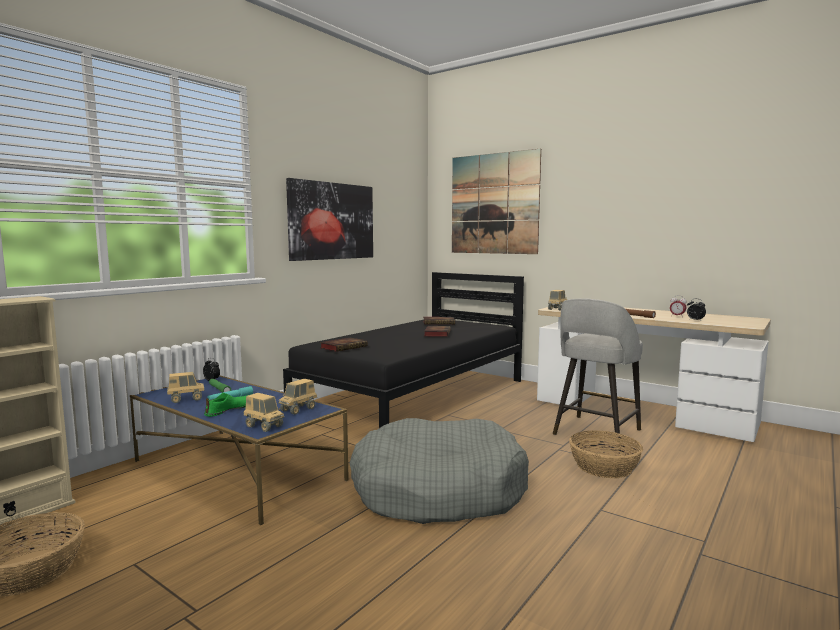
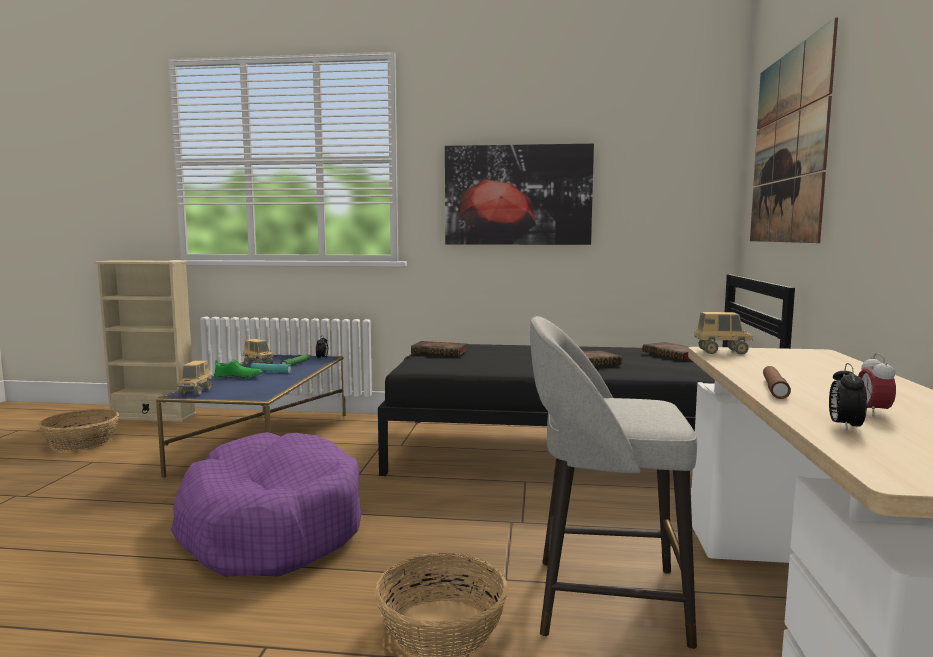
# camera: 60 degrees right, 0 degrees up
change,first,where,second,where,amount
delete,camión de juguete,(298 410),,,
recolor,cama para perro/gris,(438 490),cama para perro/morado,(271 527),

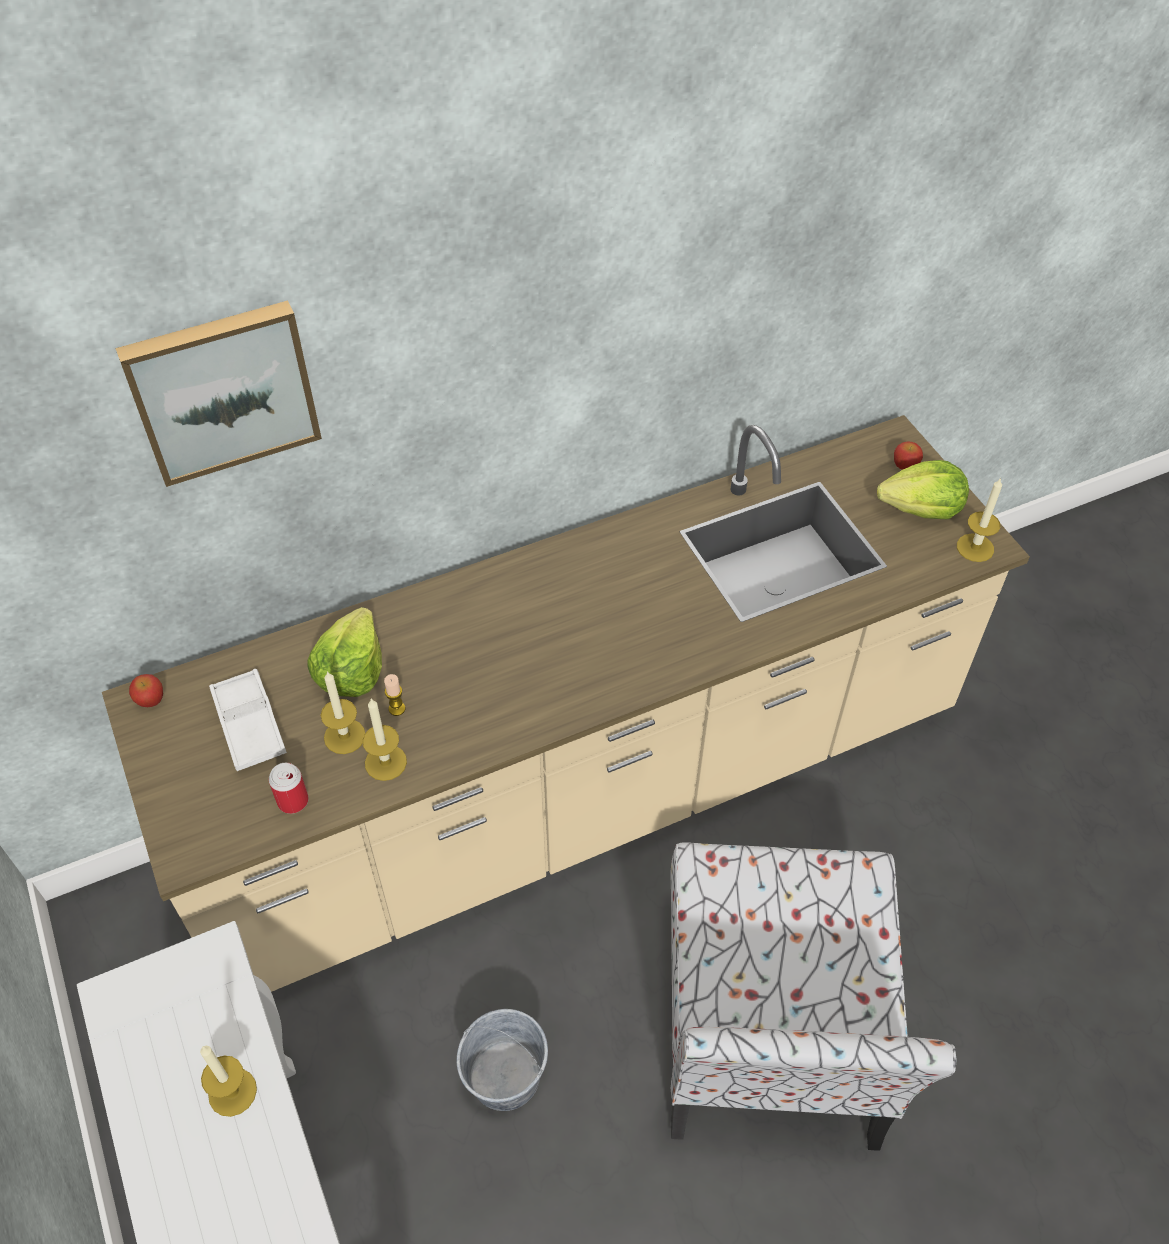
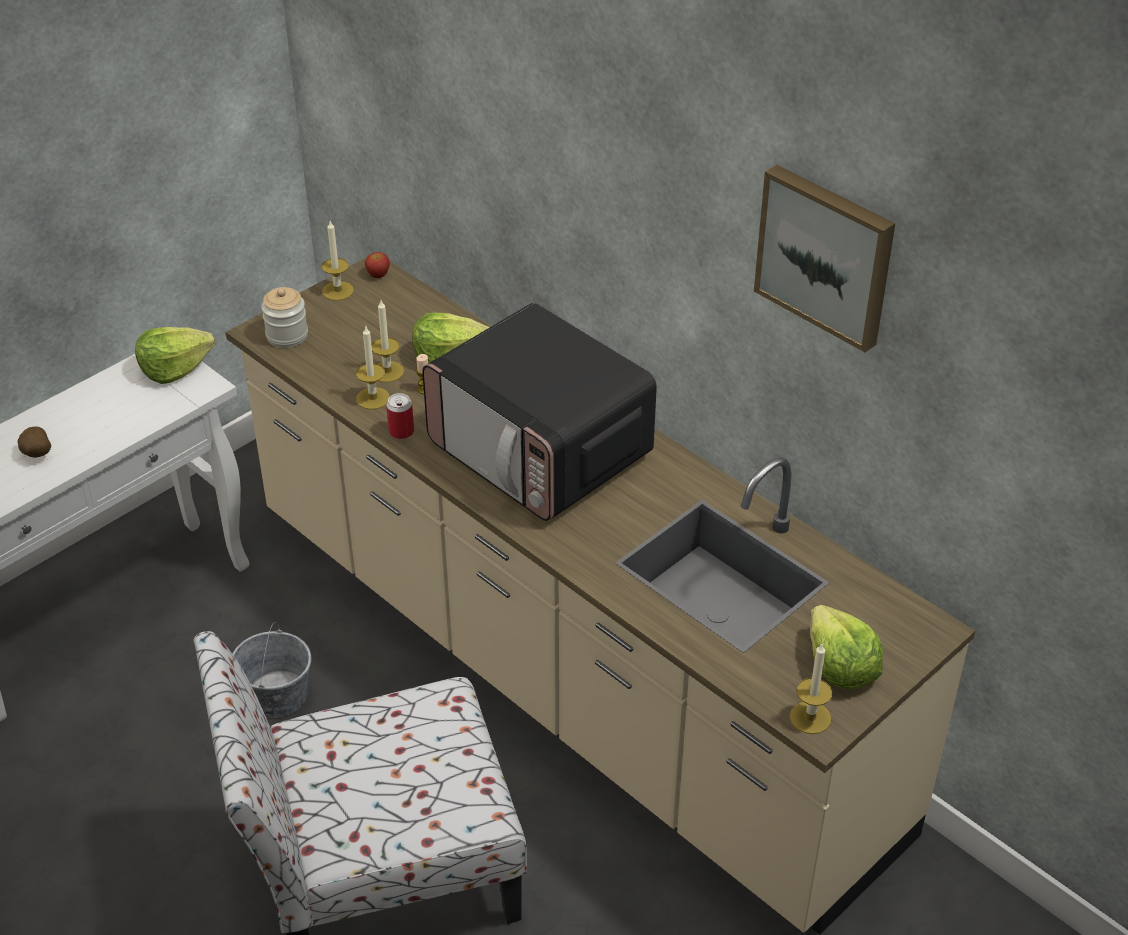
# camera: 70 degrees right, 10 degrees down
change,first,where,second,where,amount
delete,bandeja/blanco,(249 724),,,
delete,manzana,(905 465),,,
insert,,,patata,(37 455),
insert,,,lechuga,(174 368),
insert,,,tarro,(287 335),
insert,,,microondas,(541 452),
move,cuadro,(222 390),,(826 255),
move,vela,(232 1092),,(337 291),
move,lata,(293 801),,(401 432),

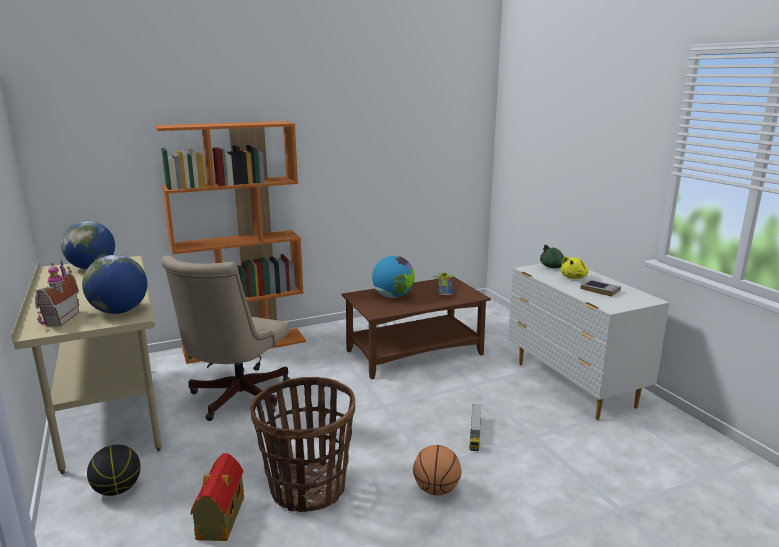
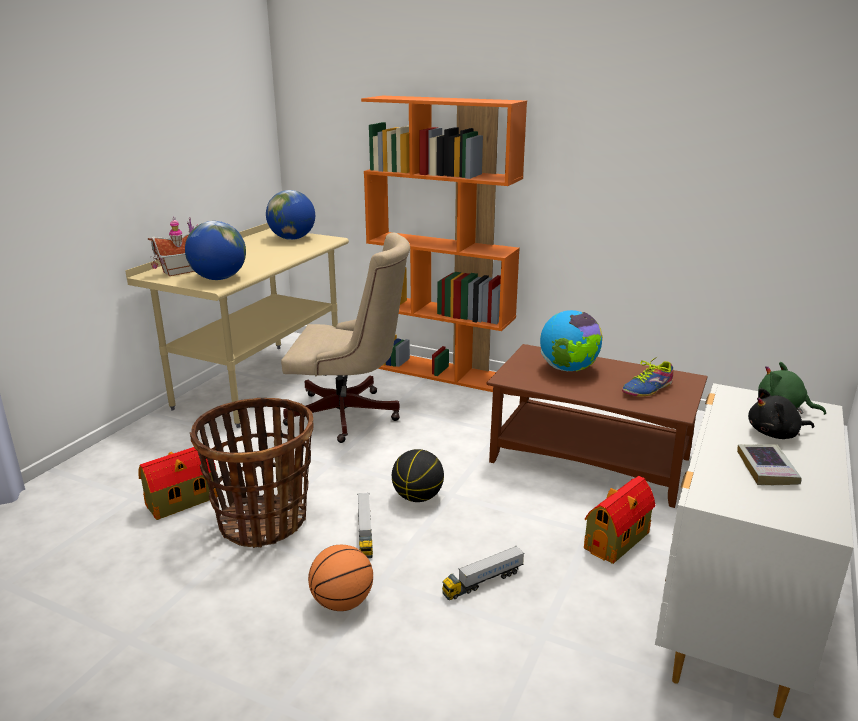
# camera: 50 degrees right, 5 degrees up
change,first,where,second,where,amount
insert,,,camión de juguete,(365 533),
insert,,,casita,(618 540),
move,balón de baloncesto,(117 490),,(417 497),
recolor,peluche/amarillo,(574 277),peluche/negro,(775 434),
rotate,silla de oficina/beis,(235 399),,(350 416),150 degrees counterclockwise

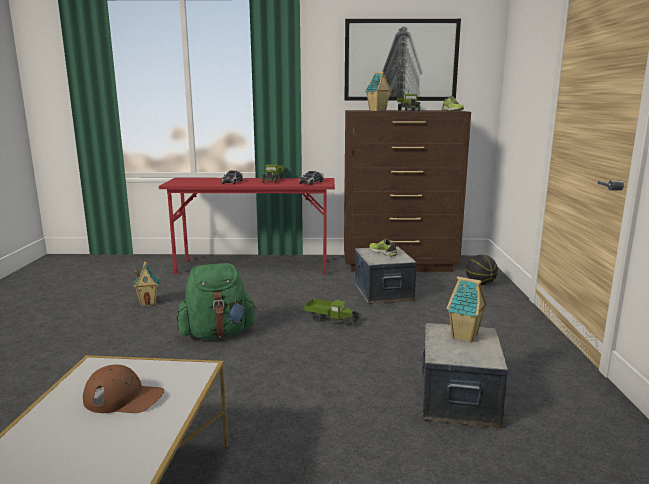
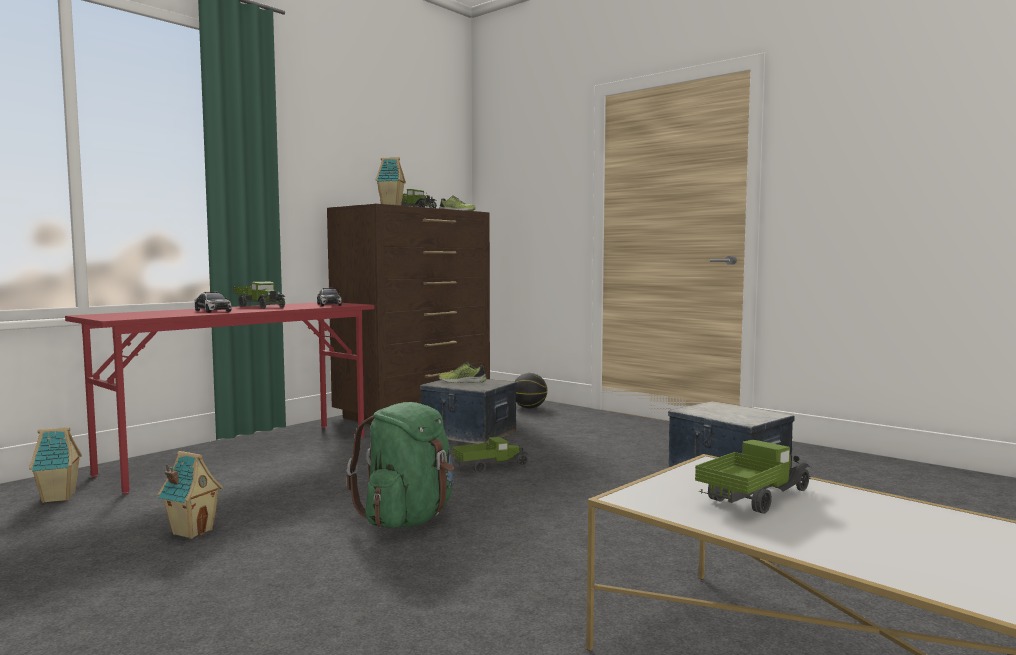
# camera: 50 degrees left, 10 degrees down
change,first,where,second,where,amount
delete,cuadro,(401 60),,,
move,casita,(465 336),,(59 498),
replace,gorra/marrón,(124 398),camión de juguete,(755 497),

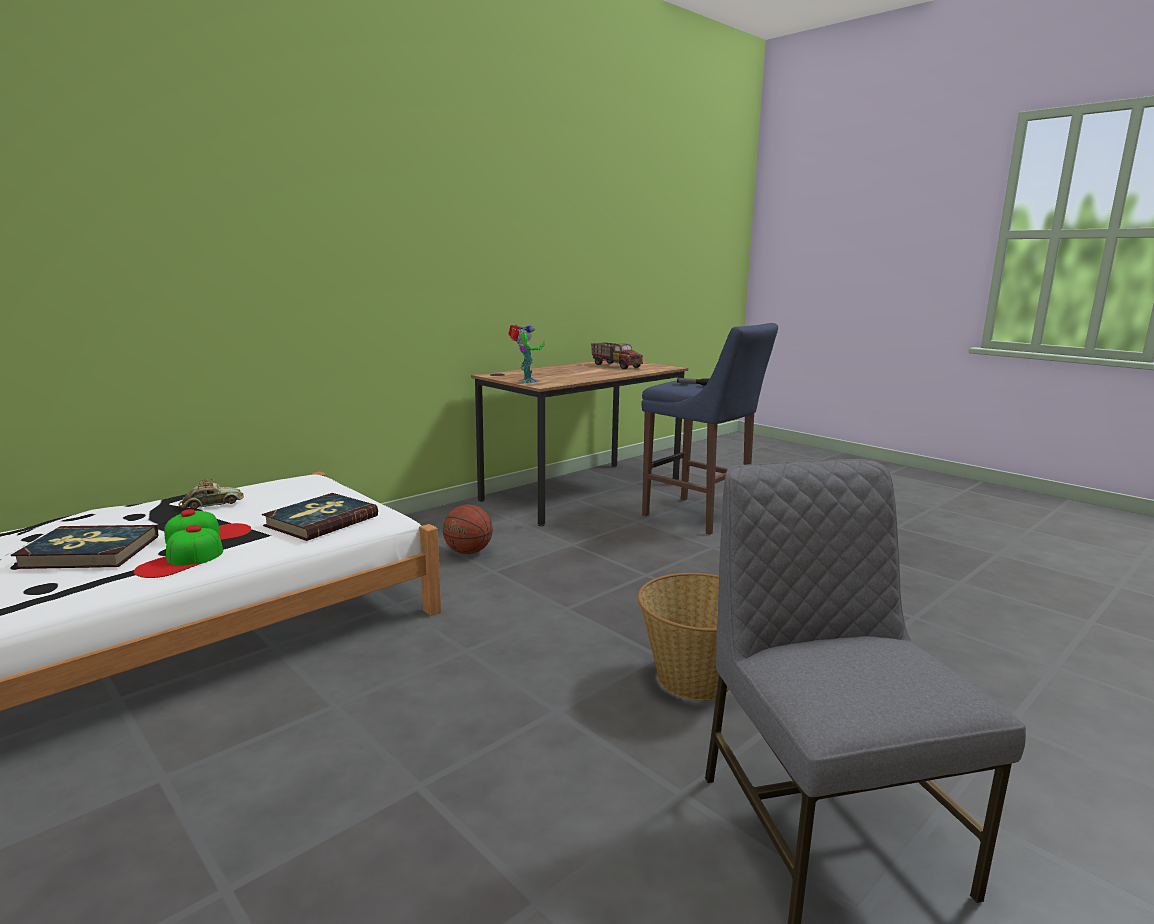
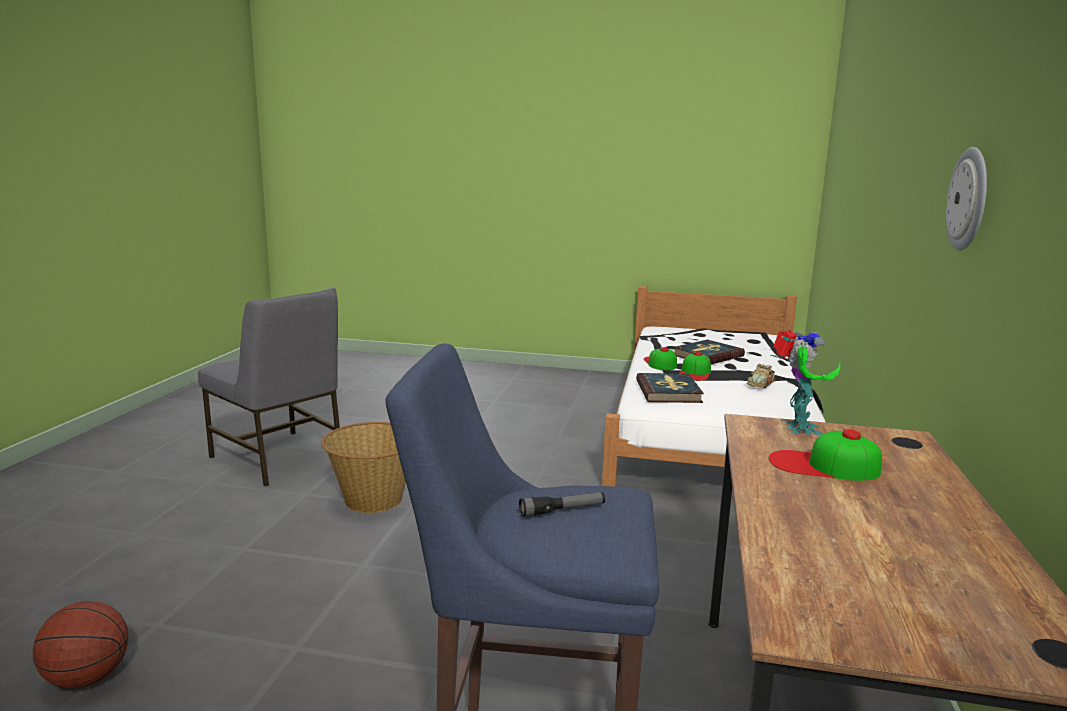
# camera: 145 degrees right, 0 degrees up
change,first,where,second,where,amount
delete,camión de juguete,(616 366),,,
insert,,,gorra,(823 465),
insert,,,reloj de pared,(969 199),
move,balón de baloncesto,(468 552),,(88 678),
rotate,robot de juguete,(527 381),,(798 429),120 degrees counterclockwise

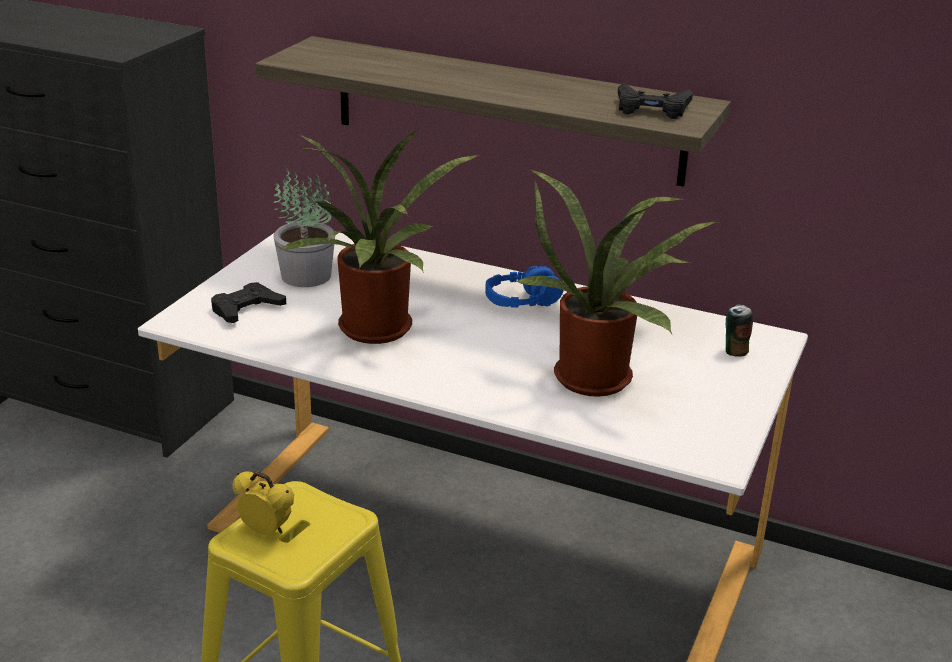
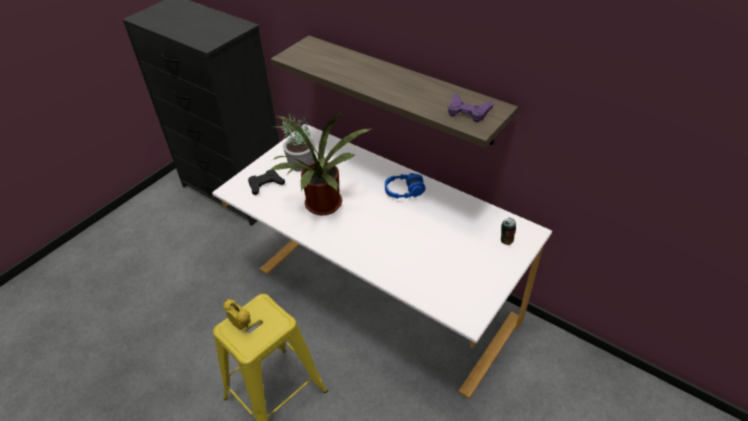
# camera: 15 degrees right, 15 degrees up
change,first,where,second,where,amount
delete,planta en maceta,(599 376),,,
recolor,mando de consola/negro,(652 108),mando de consola/morado,(468 111),

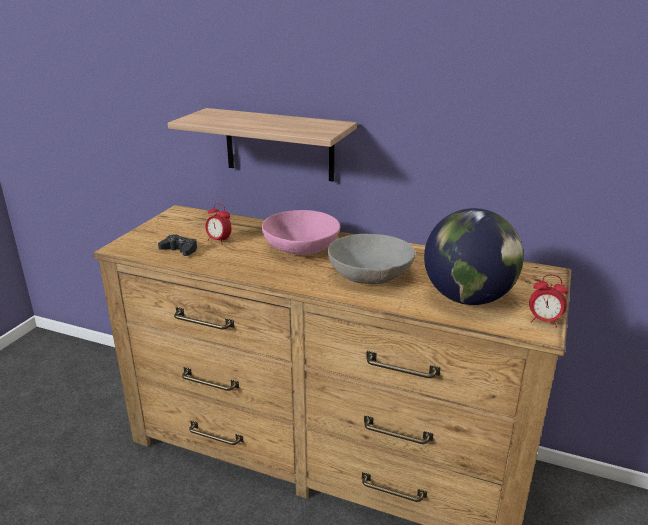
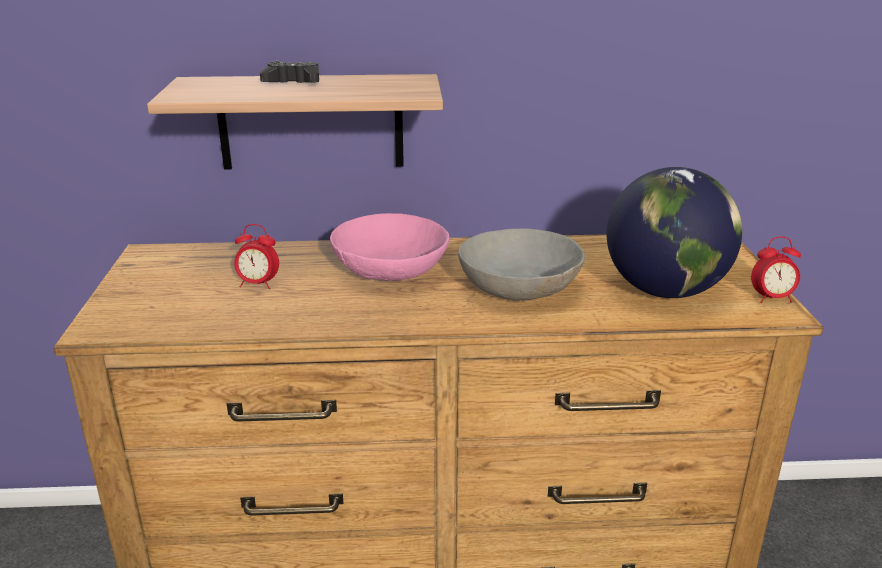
# camera: 25 degrees left, 0 degrees up
change,first,where,second,where,amount
move,mando de consola/negro,(179 250),,(293 82),

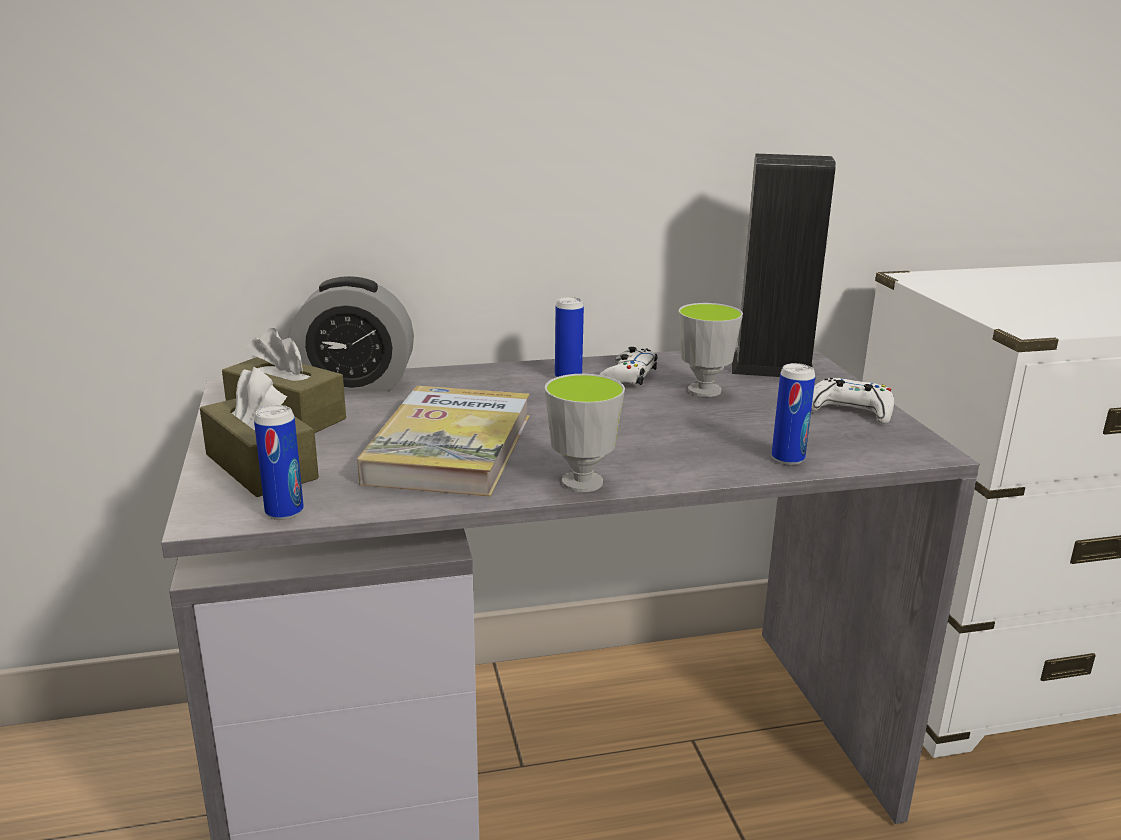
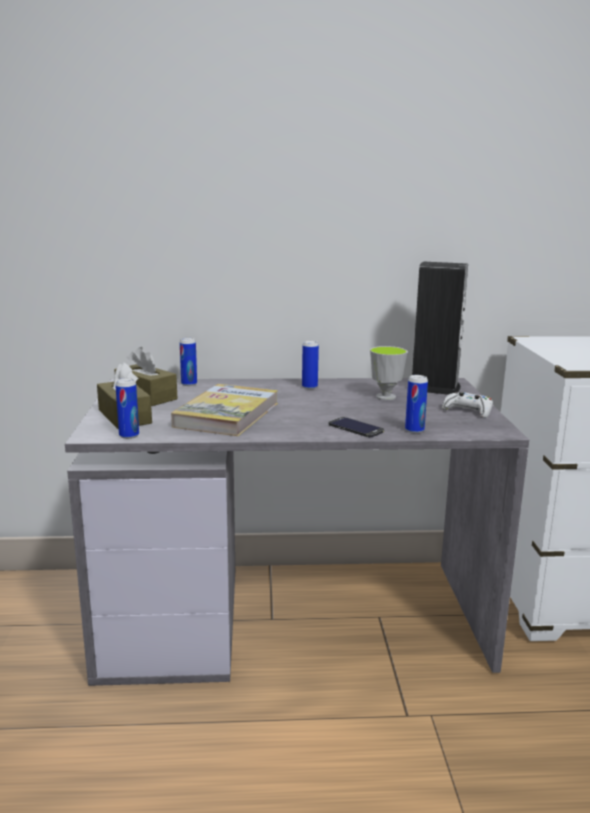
# camera: 10 degrees right, 5 degrees down
change,first,where,second,where,amount
delete,taza,(582 482),,,
delete,mando de consola/blanco,(627 377),,,
insert,,,móvil,(355 428),
replace,despertador,(355 383),lata,(189 384),

